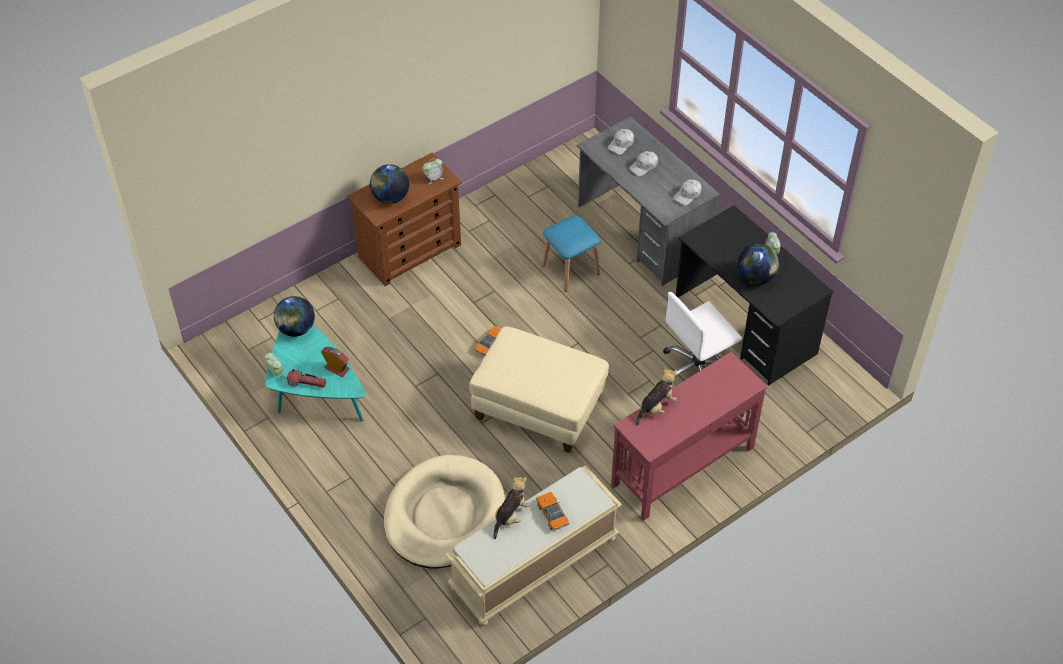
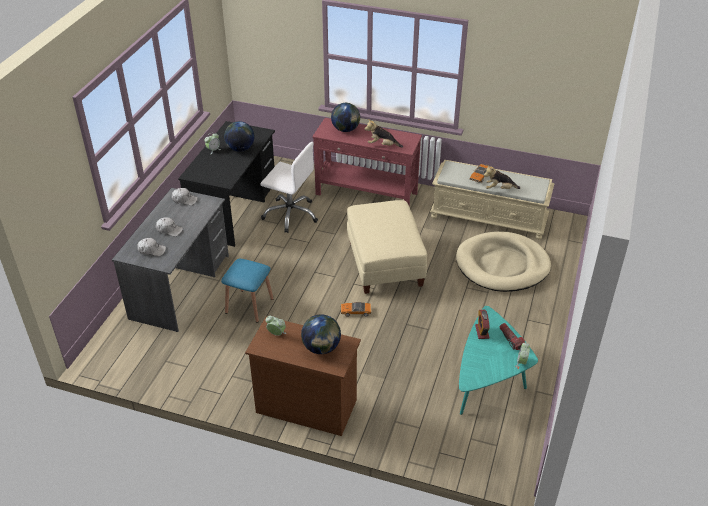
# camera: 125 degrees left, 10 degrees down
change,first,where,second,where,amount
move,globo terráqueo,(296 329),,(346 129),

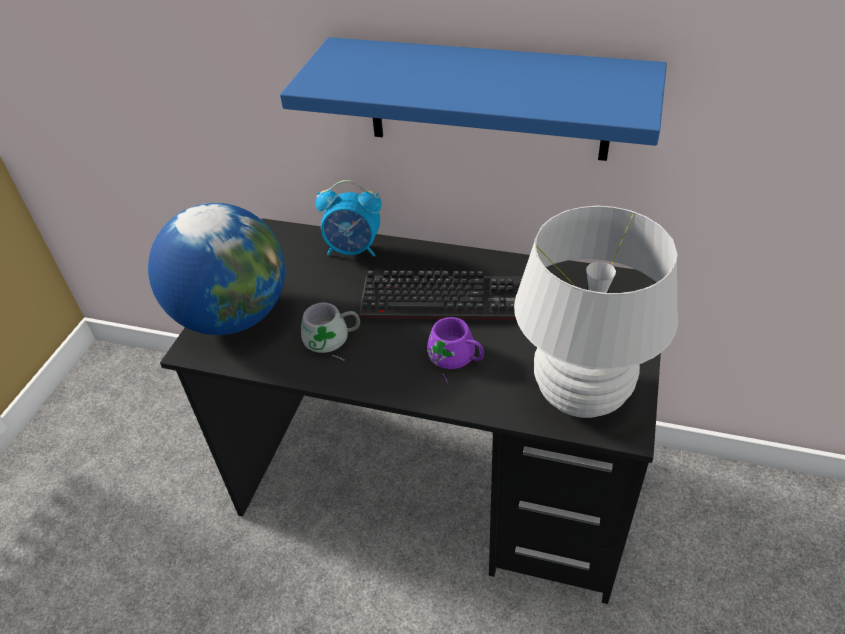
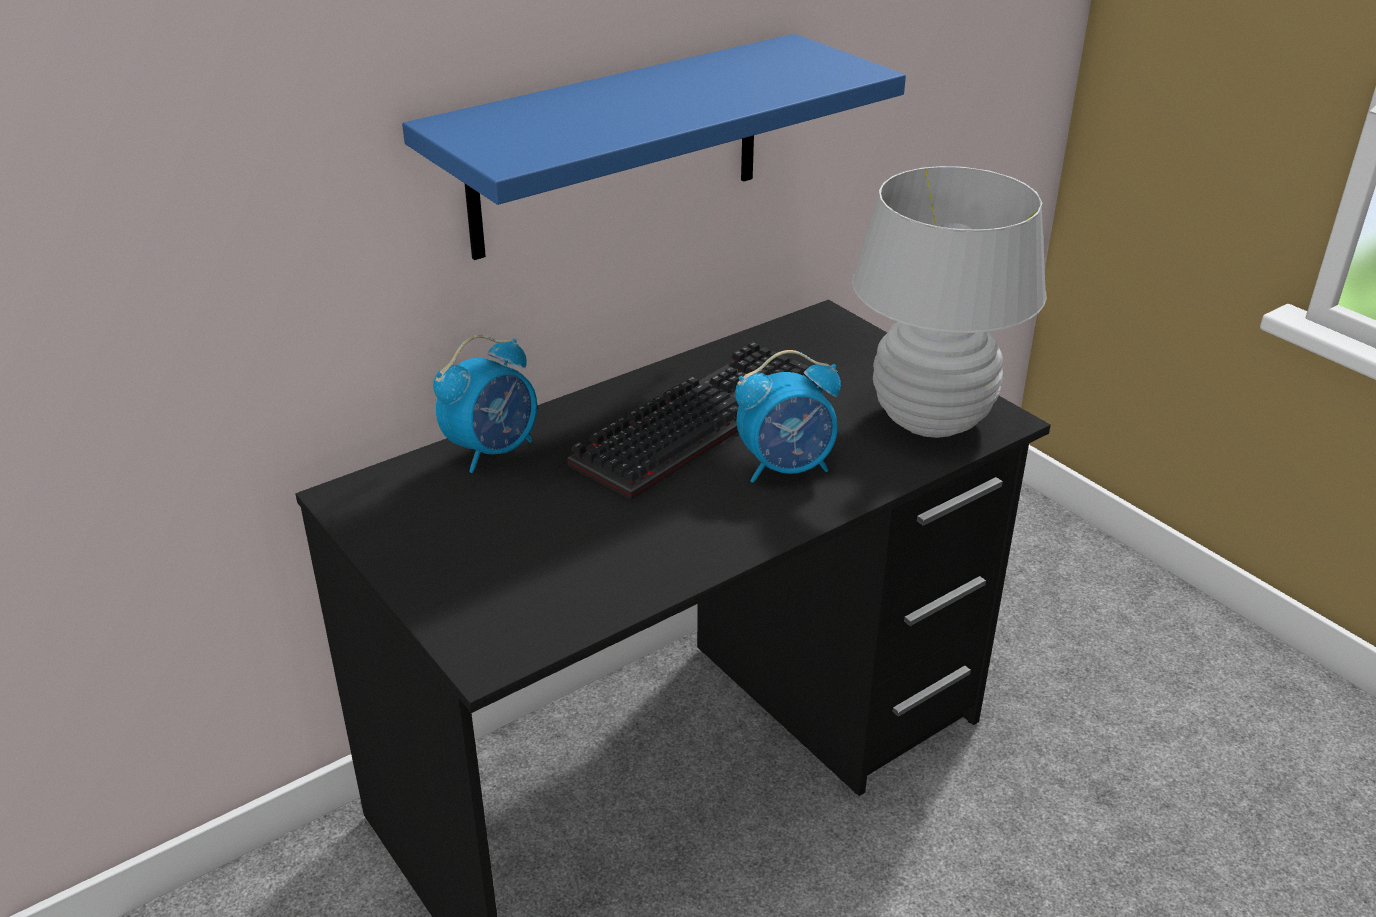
# camera: 55 degrees left, 10 degrees down
change,first,where,second,where,amount
delete,globo terráqueo,(233 316),,,
delete,taza grande/gris,(332 341),,,
replace,taza grande/morado,(454 359),despertador,(786 468),

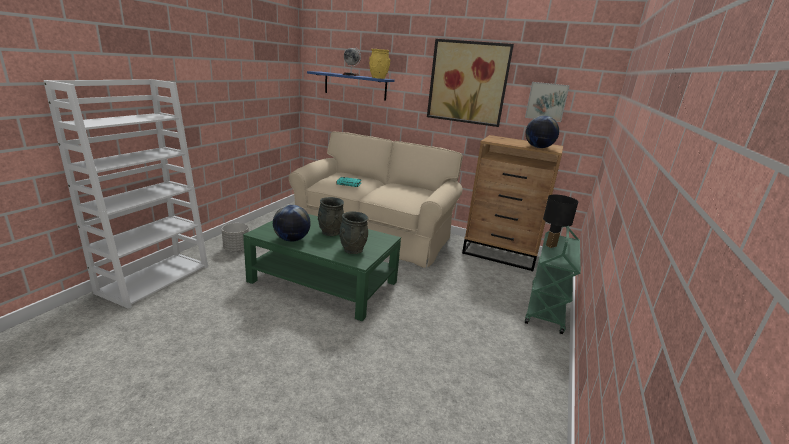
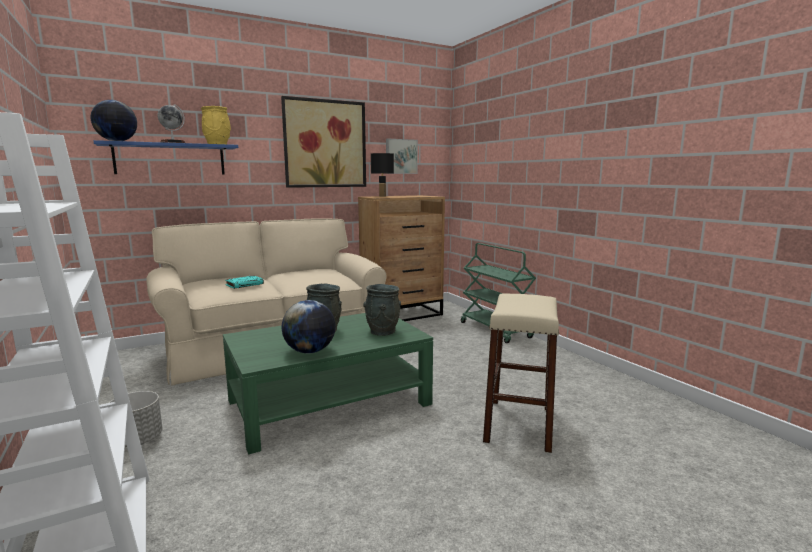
# camera: 50 degrees left, 10 degrees down
change,first,where,second,where,amount
insert,,,taburete/beis,(519 424),
move,globo terráqueo,(538 147),,(116 141),
move,lámpara de mesa/negro,(551 246),,(382 196),

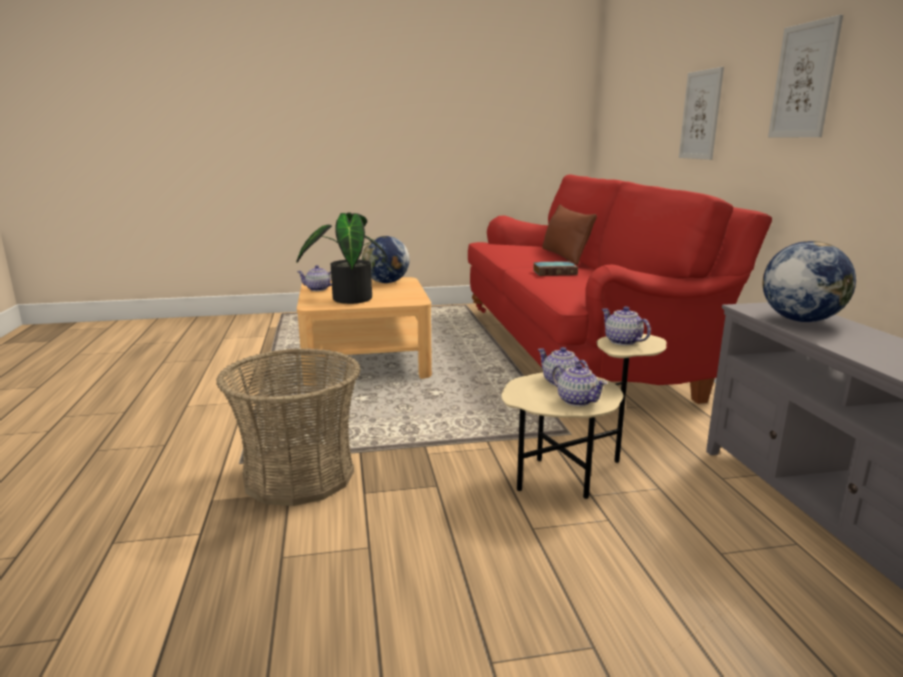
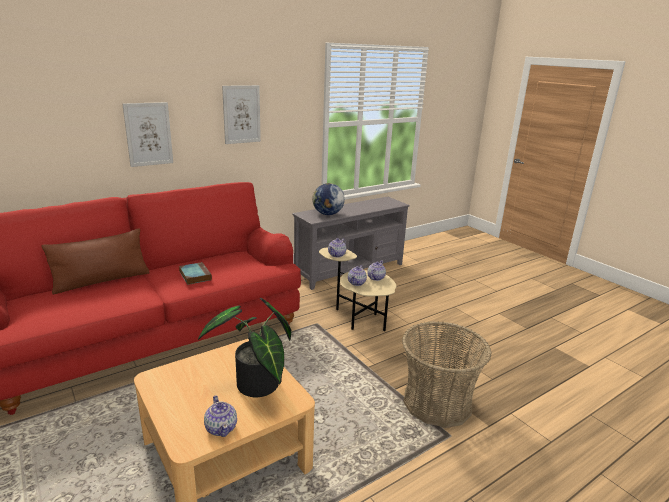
# camera: 115 degrees left, 5 degrees up
change,first,where,second,where,amount
delete,globo terráqueo,(386 282),,,

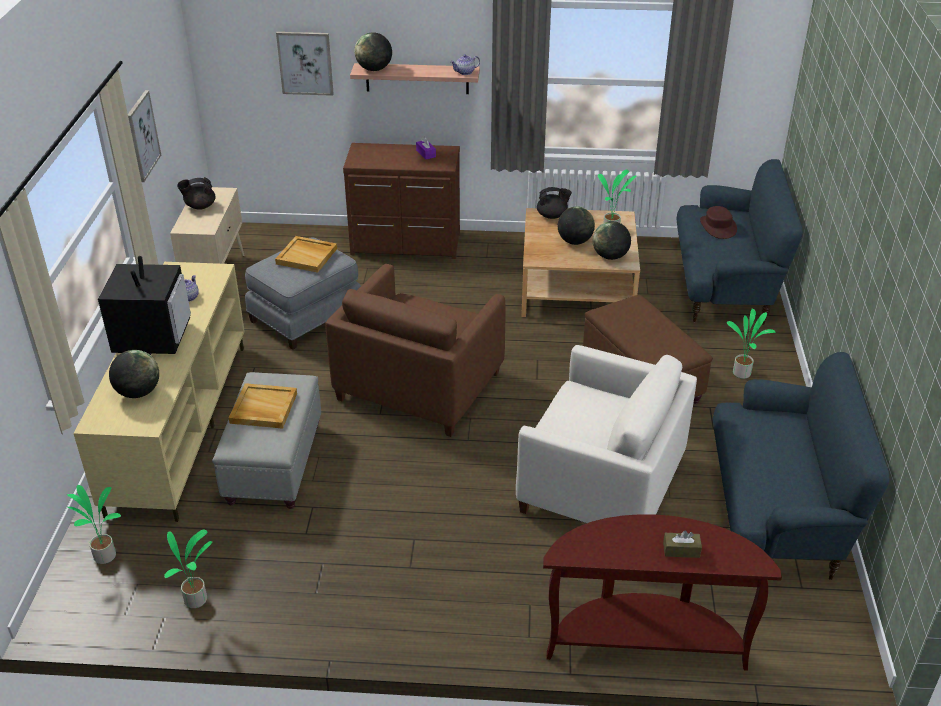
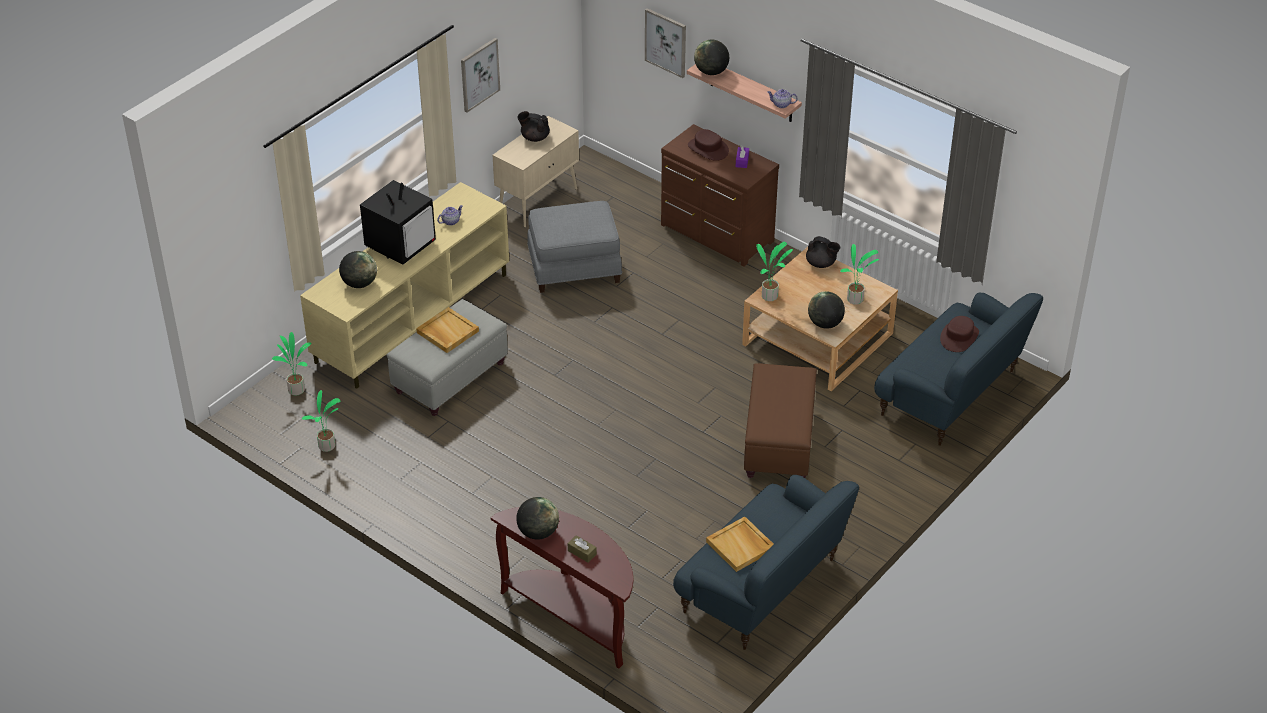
# camera: 35 degrees right, 5 degrees up
change,first,where,second,where,amount
delete,sillón/marrón,(420 386),,,
delete,sillón/blanco,(601 484),,,
insert,,,sombrero/marrón,(708 149),
move,bandeja/beis,(307 256),,(741 546),
move,globo terráqueo,(575 241),,(538 533),
move,planta en maceta,(742 373),,(771 296),

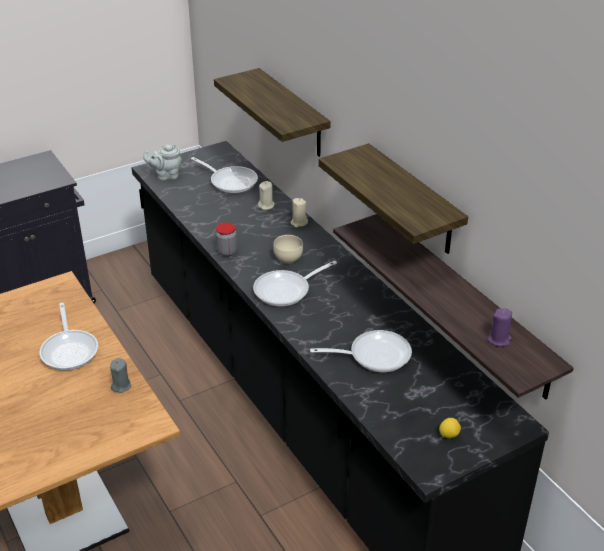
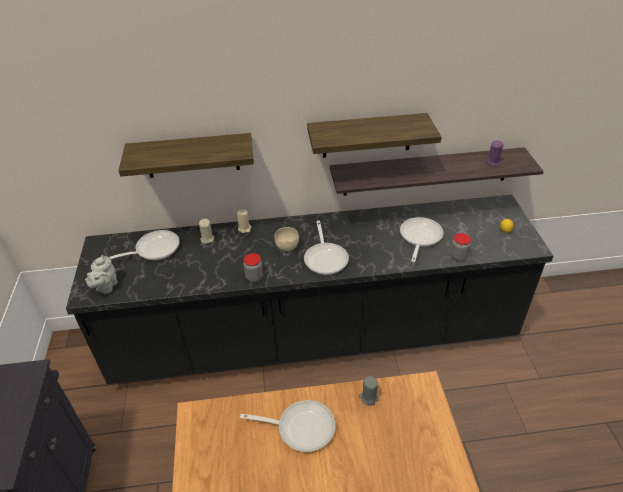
# camera: 65 degrees left, 5 degrees up
change,first,where,second,where,amount
insert,,,tarro,(458 257),

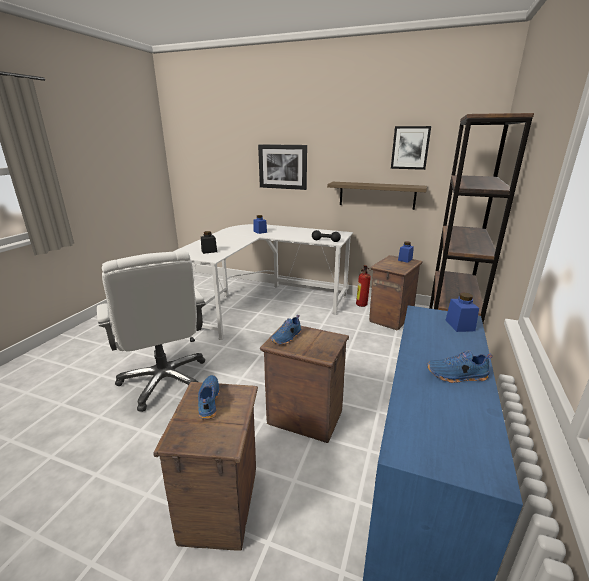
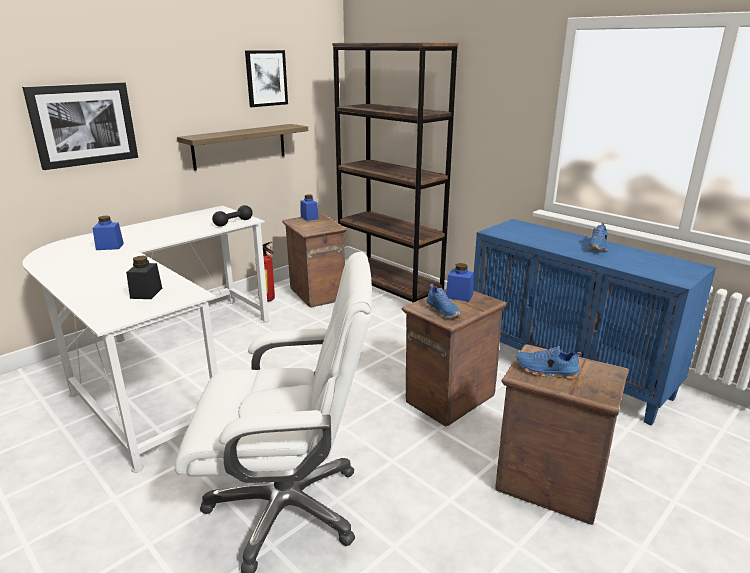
# camera: 65 degrees left, 0 degrees up
change,first,where,second,where,amount
move,tarro/azul,(460 325),,(459 296),

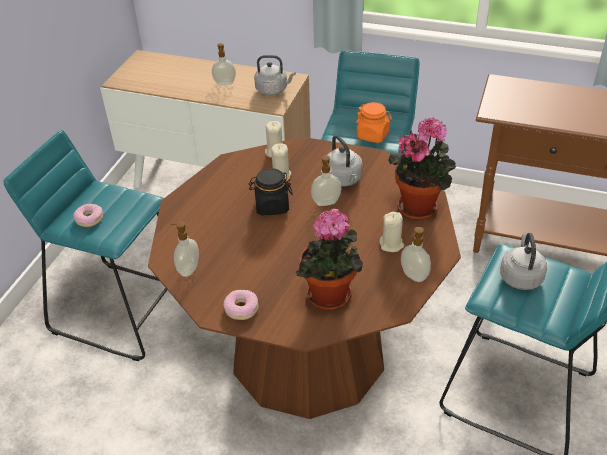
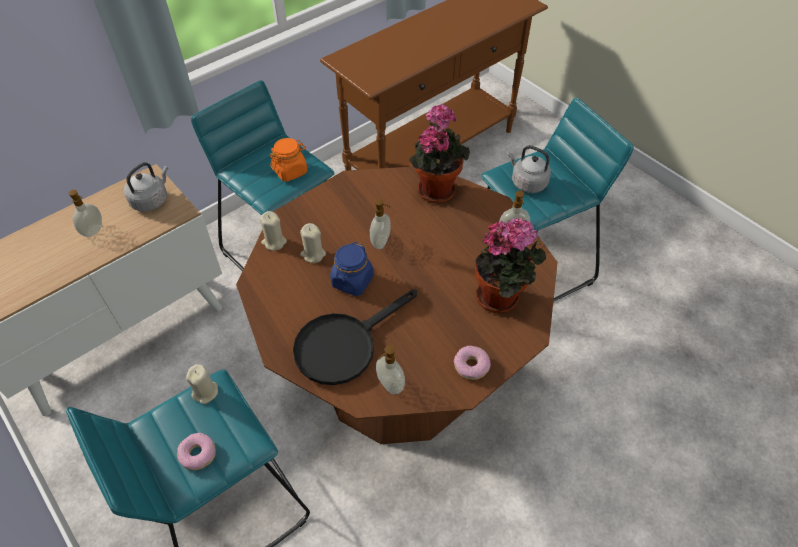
# camera: 60 degrees left, 10 degrees up
change,first,where,second,where,amount
delete,hervidor/gris,(343 180),,,
insert,,,sartén/negro,(344 344),
move,vela/beis,(391 244),,(205 392),
recolor,tarro/negro,(272 206),tarro/azul,(352 281),

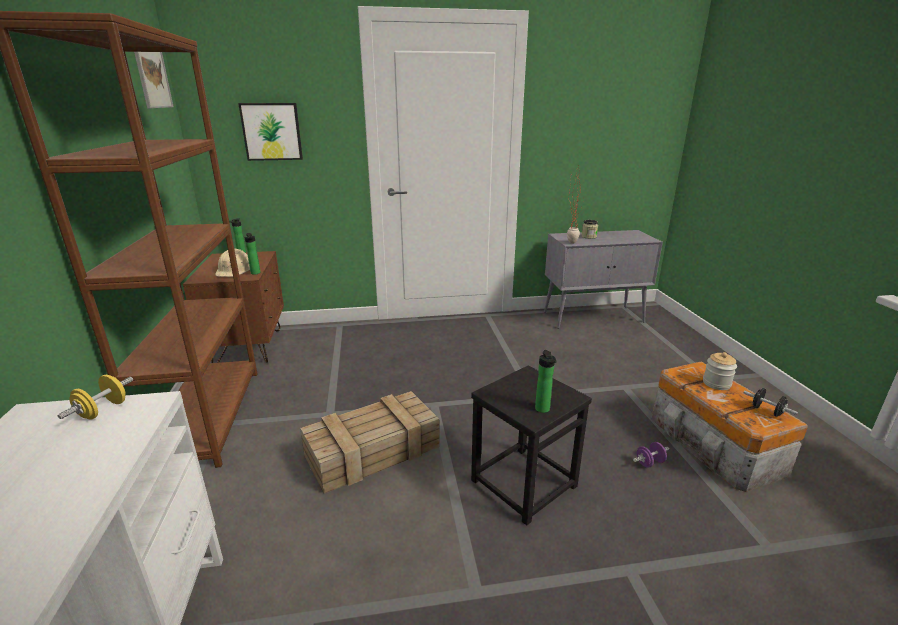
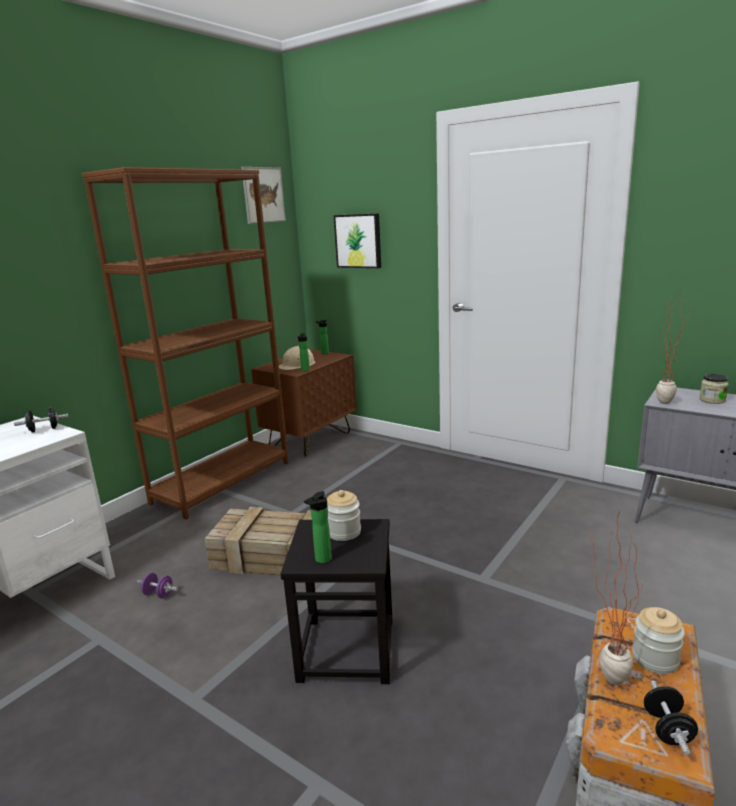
# camera: 45 degrees right, 5 degrees down
change,first,where,second,where,amount
insert,,,tarro,(344 532),
insert,,,planta en maceta,(605 674),
move,mancuerna/morado,(649 462),,(158 594),
recolor,mancuerna/amarillo,(103 410),mancuerna/negro,(44 430),

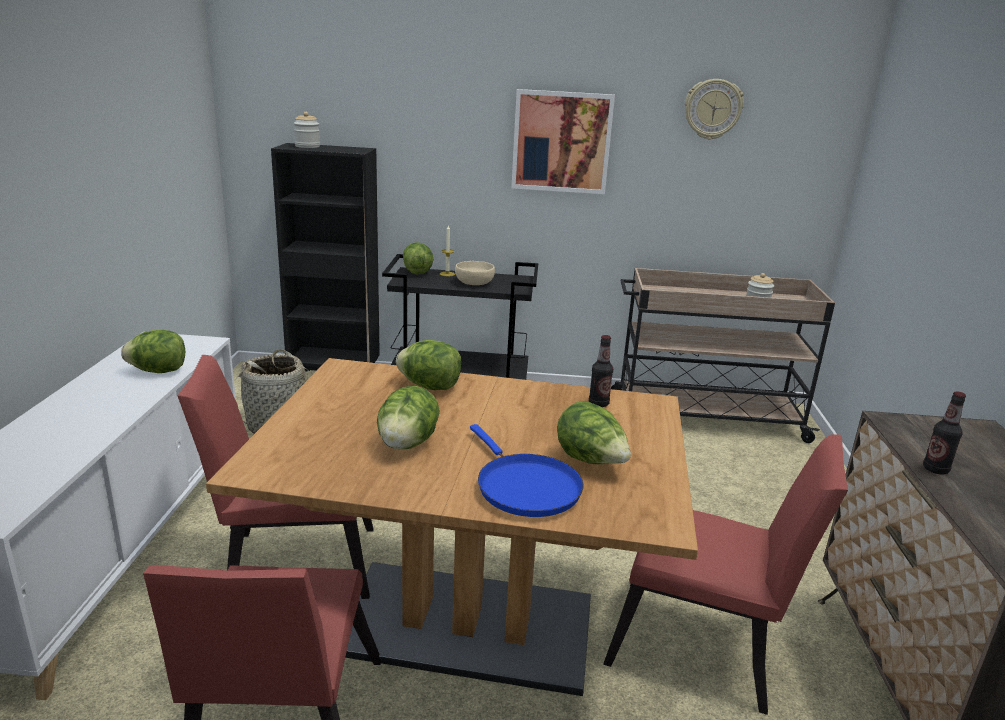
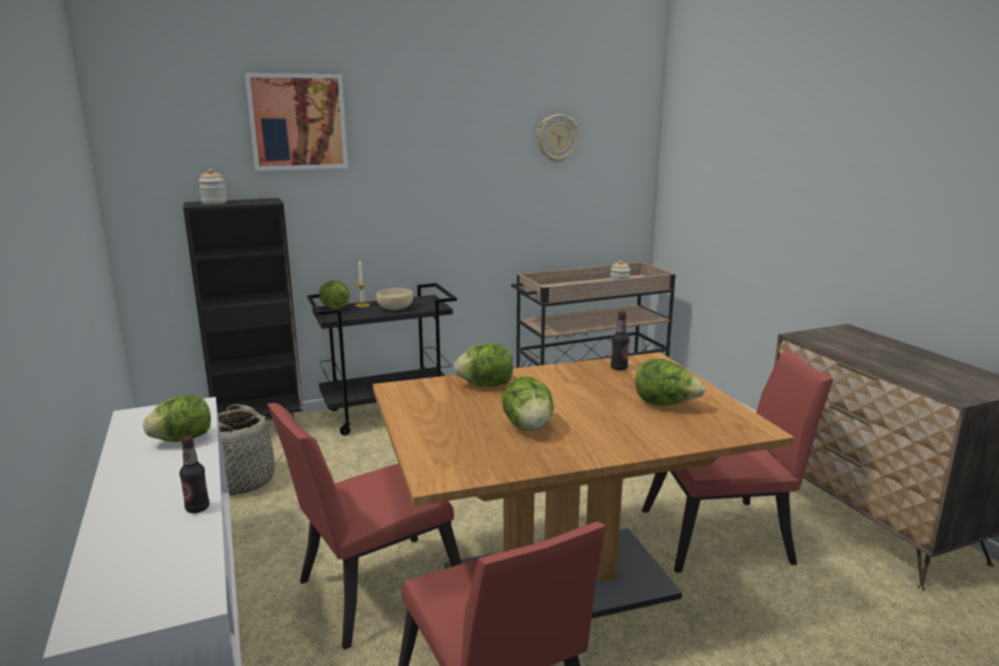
# camera: 25 degrees left, 5 degrees down
change,first,where,second,where,amount
delete,sartén/azul,(524 487),,,
move,cuadro,(561 142),,(298 122),
move,botella,(935 469),,(197 508),

